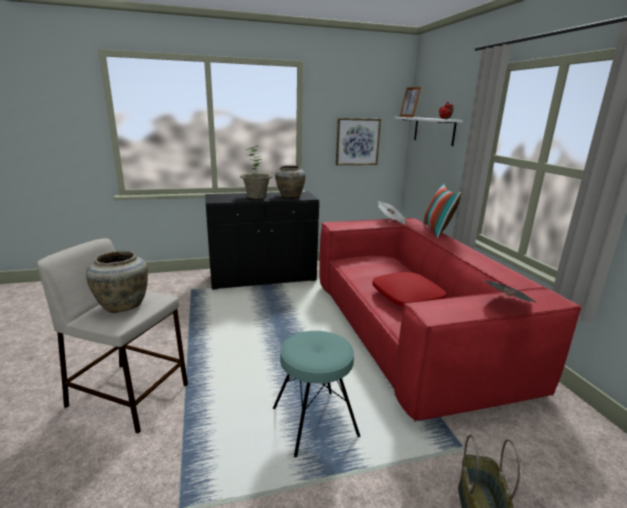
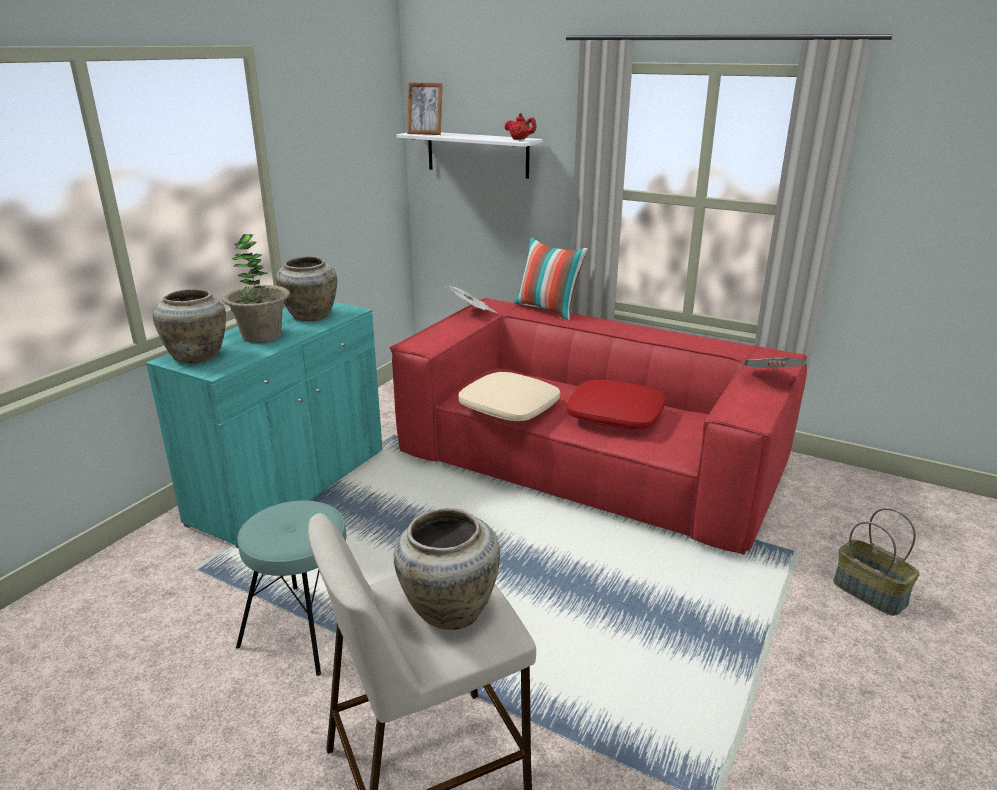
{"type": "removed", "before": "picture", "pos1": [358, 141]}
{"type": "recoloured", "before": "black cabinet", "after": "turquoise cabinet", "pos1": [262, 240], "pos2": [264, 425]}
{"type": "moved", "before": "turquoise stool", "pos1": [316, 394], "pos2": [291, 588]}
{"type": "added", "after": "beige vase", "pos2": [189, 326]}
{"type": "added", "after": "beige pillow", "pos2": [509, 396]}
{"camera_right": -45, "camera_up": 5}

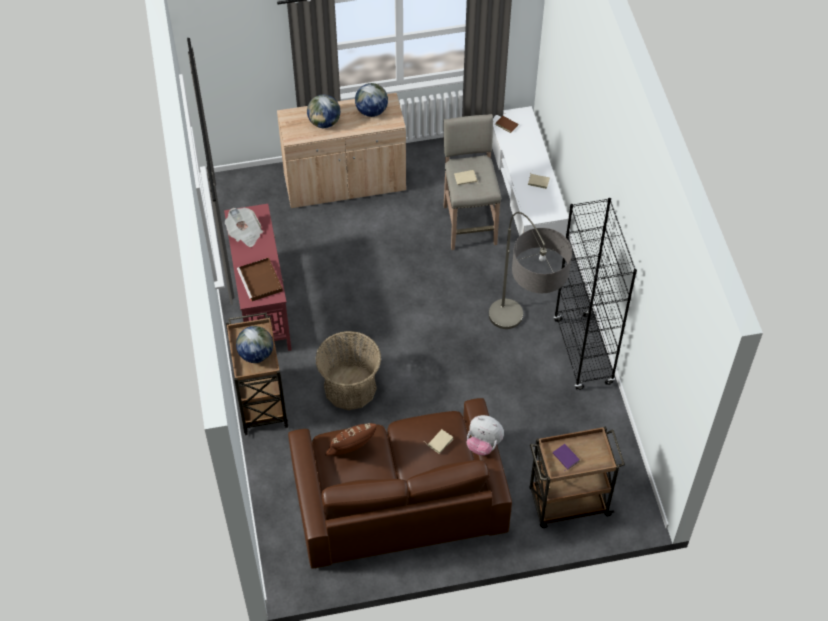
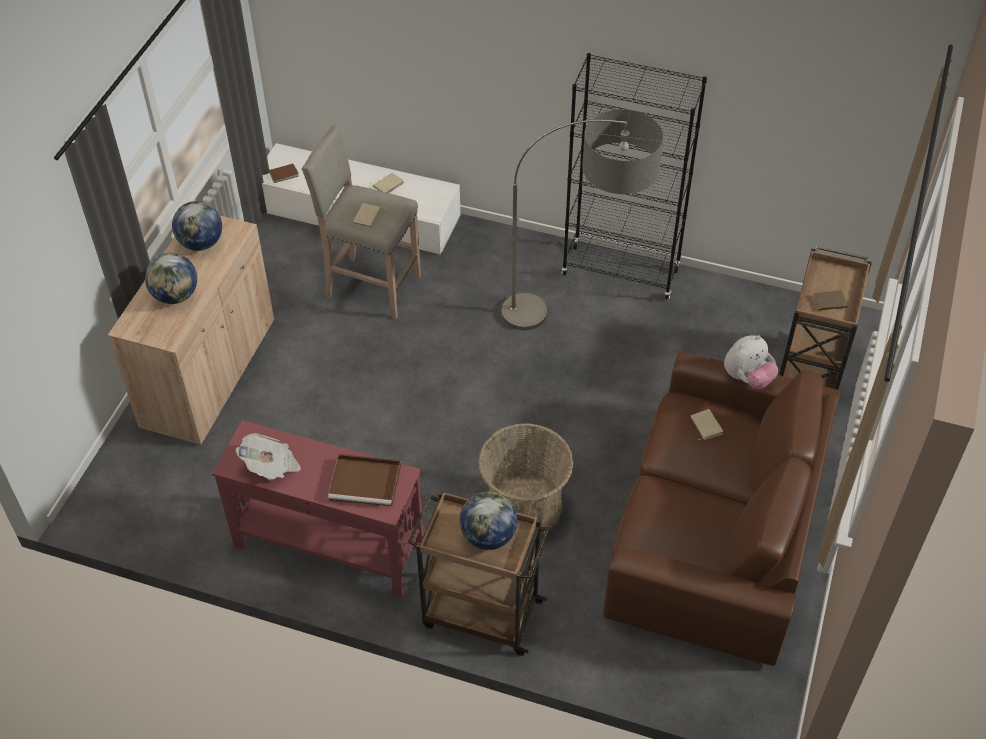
{"type": "removed", "before": "brown pillow", "pos1": [351, 439]}
{"type": "recoloured", "before": "purple book", "after": "brown book", "pos1": [566, 458], "pos2": [831, 300]}
{"camera_right": -60, "camera_up": -5}

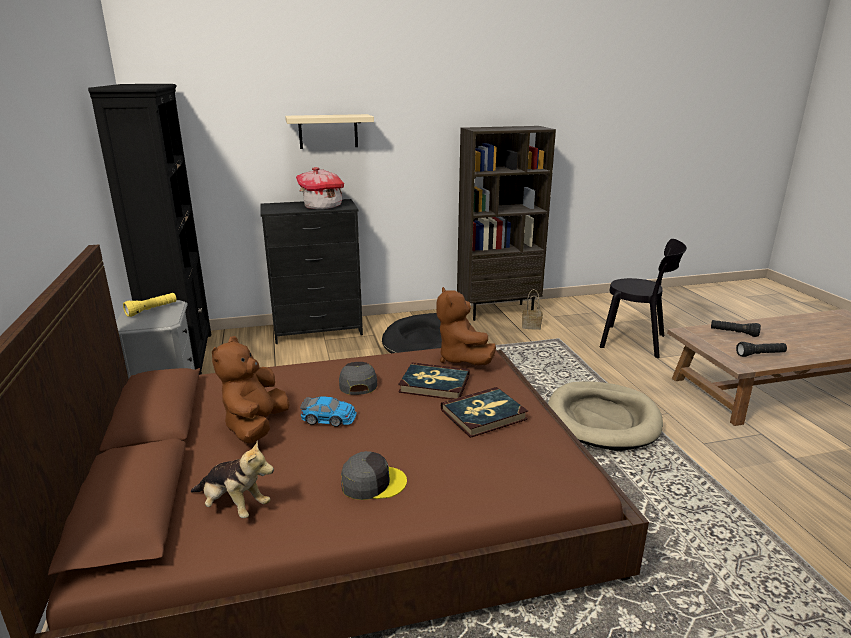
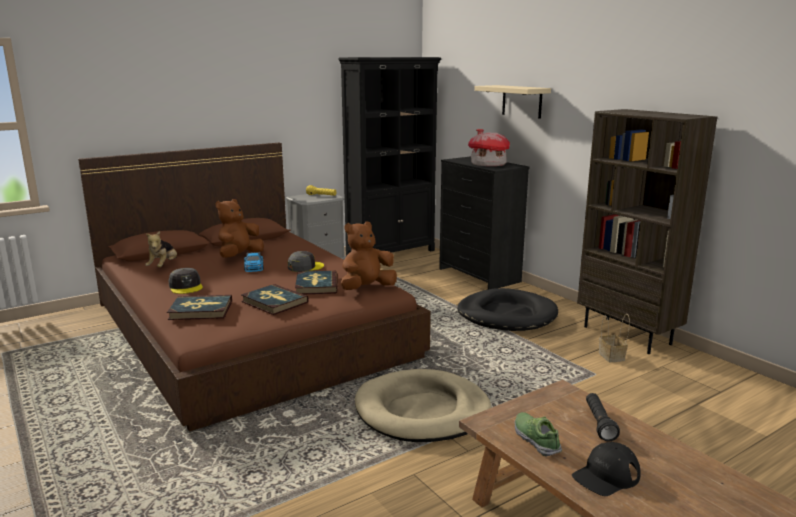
{"type": "removed", "before": "black chair", "pos1": [643, 298]}
{"type": "turned", "before": "brown plush toy", "pos1": [251, 389], "pos2": [240, 228], "turn": -45}
{"type": "replaced", "before": "black flashlight", "after": "shoe", "pos1": [761, 349], "pos2": [538, 434]}
{"type": "added", "after": "book", "pos2": [199, 307]}
{"type": "added", "after": "black cap", "pos2": [606, 469]}
{"camera_right": 70, "camera_up": -5}

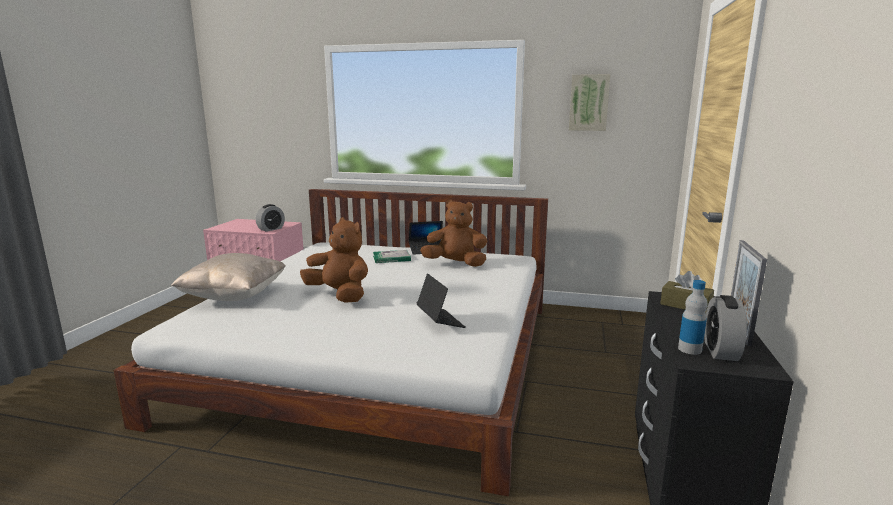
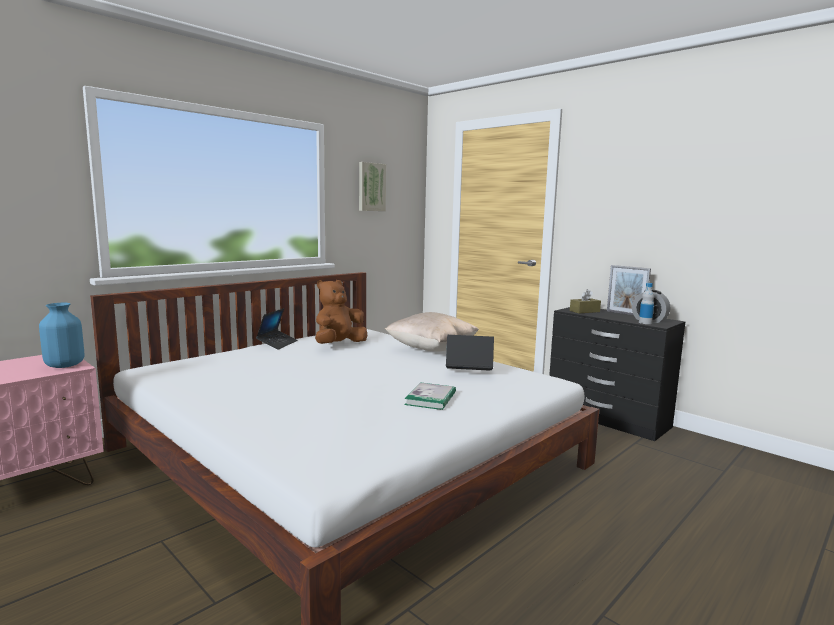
{"type": "replaced", "before": "alarm clock", "after": "blue vase", "pos1": [270, 218], "pos2": [61, 335]}
{"type": "removed", "before": "brown plush toy", "pos1": [334, 260]}
{"type": "moved", "before": "book", "pos1": [392, 256], "pos2": [430, 396]}
{"type": "moved", "before": "beige pillow", "pos1": [228, 277], "pos2": [432, 332]}
{"camera_right": -60, "camera_up": -5}

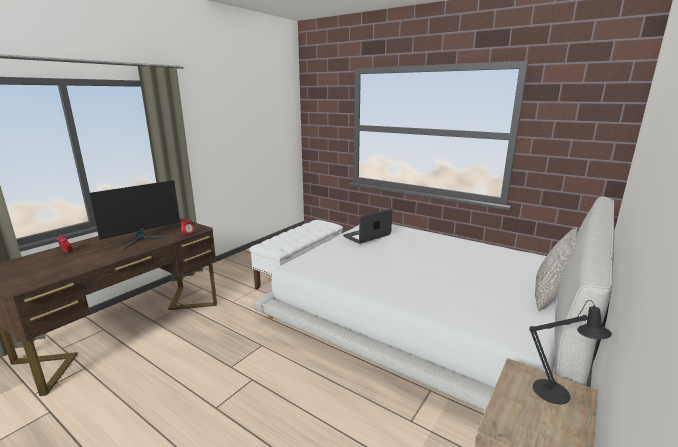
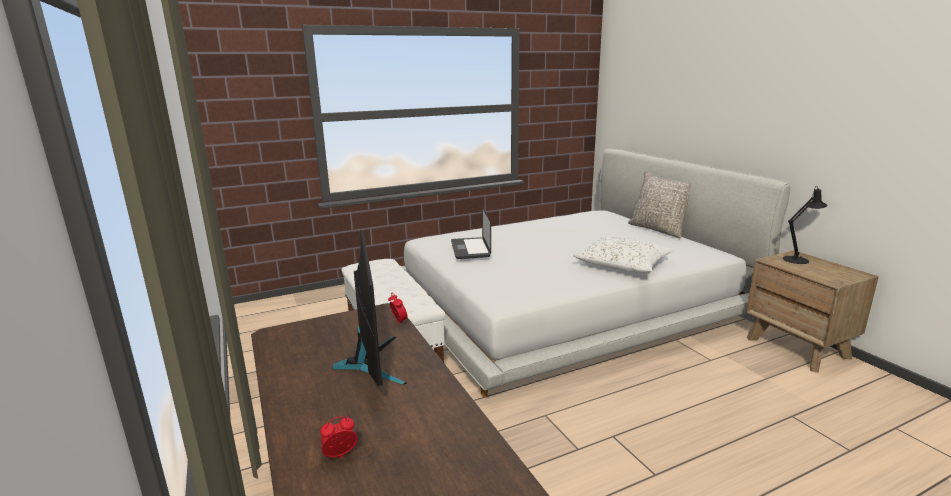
{"type": "added", "after": "white pillow", "pos2": [623, 254]}
{"camera_right": -60, "camera_up": 0}

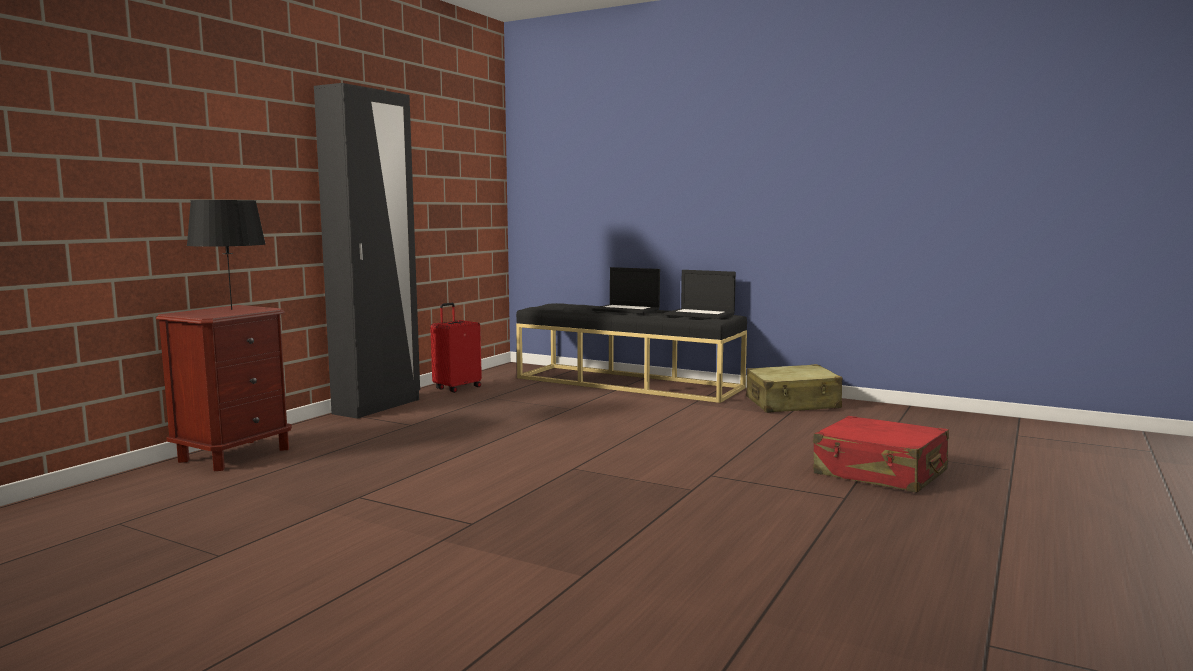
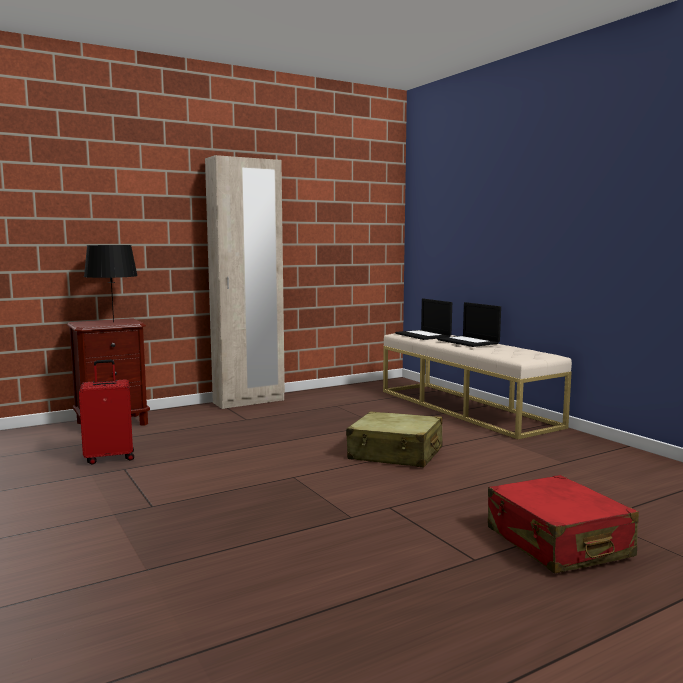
{"type": "recoloured", "before": "black wardrobe", "after": "beige wardrobe", "pos1": [367, 251], "pos2": [245, 282]}
{"type": "moved", "before": "laptop", "pos1": [700, 294], "pos2": [423, 319]}
{"type": "moved", "before": "red suitcase", "pos1": [456, 348], "pos2": [106, 412]}
{"type": "recoloured", "before": "black bench", "after": "beige bench", "pos1": [631, 353], "pos2": [477, 386]}
{"type": "moved", "before": "beige suitcase", "pos1": [794, 388], "pos2": [394, 439]}
{"camera_right": 30, "camera_up": 0}

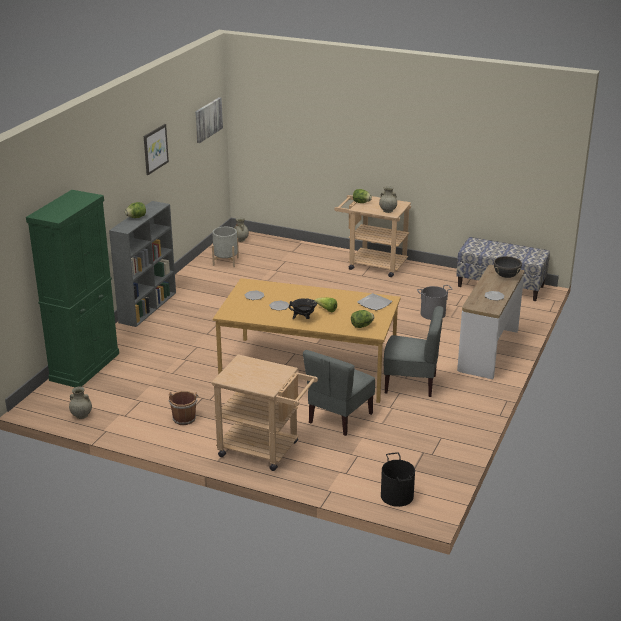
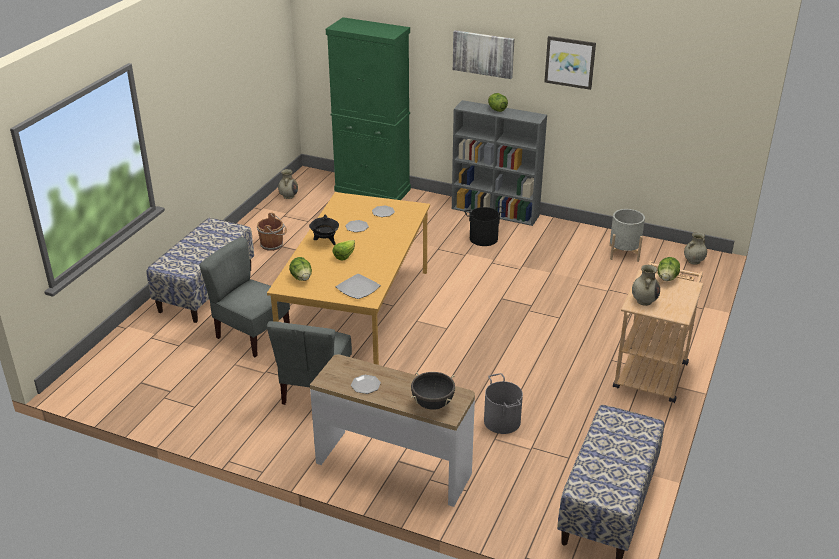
{"type": "moved", "before": "picture", "pos1": [209, 120], "pos2": [484, 54]}
{"type": "replaced", "before": "beige cart", "after": "bench", "pos1": [264, 412], "pos2": [200, 270]}
{"type": "moved", "before": "black bucket", "pos1": [398, 479], "pos2": [484, 226]}
{"camera_right": 90, "camera_up": 5}

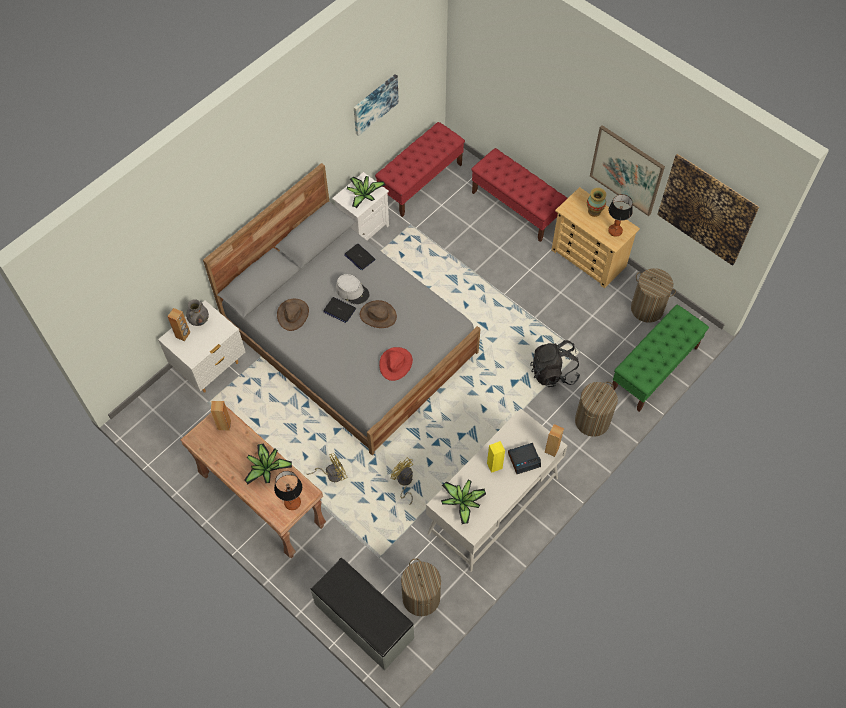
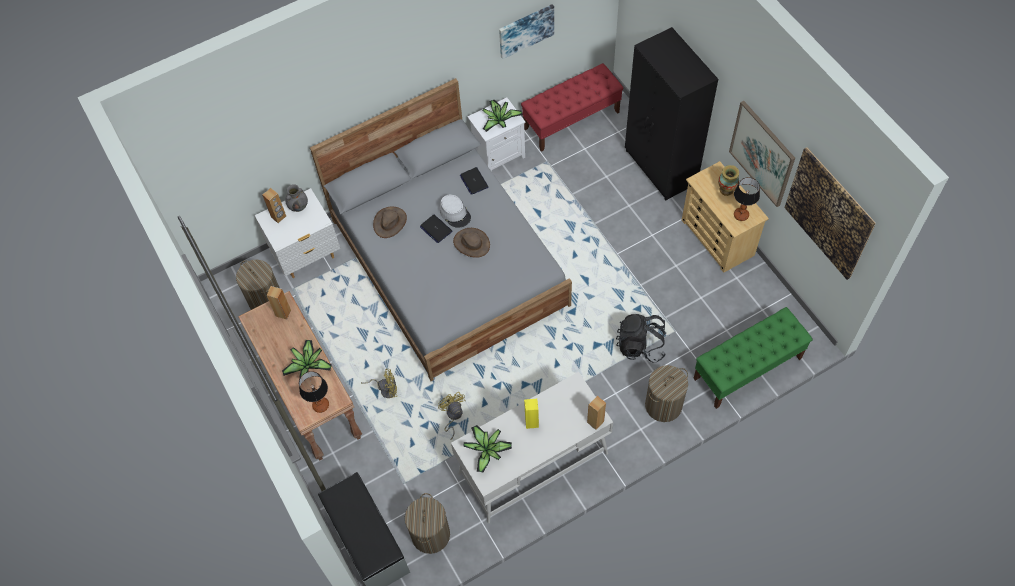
{"type": "replaced", "before": "red bench", "after": "black wardrobe", "pos1": [519, 195], "pos2": [671, 113]}
{"type": "moved", "before": "laundry basket", "pos1": [653, 295], "pos2": [258, 285]}
{"type": "removed", "before": "red hat", "pos1": [396, 364]}
{"type": "removed", "before": "alarm clock", "pos1": [524, 458]}
{"camera_right": 20, "camera_up": 0}

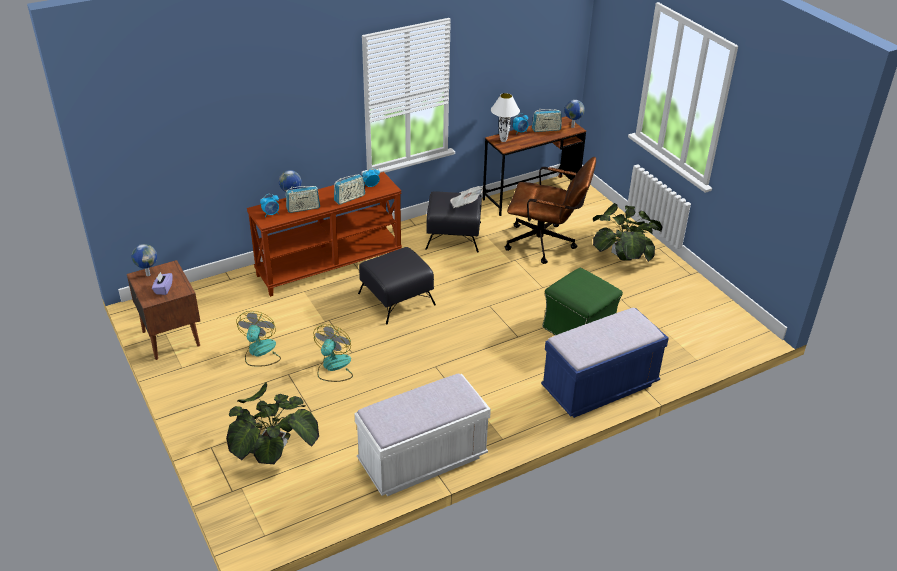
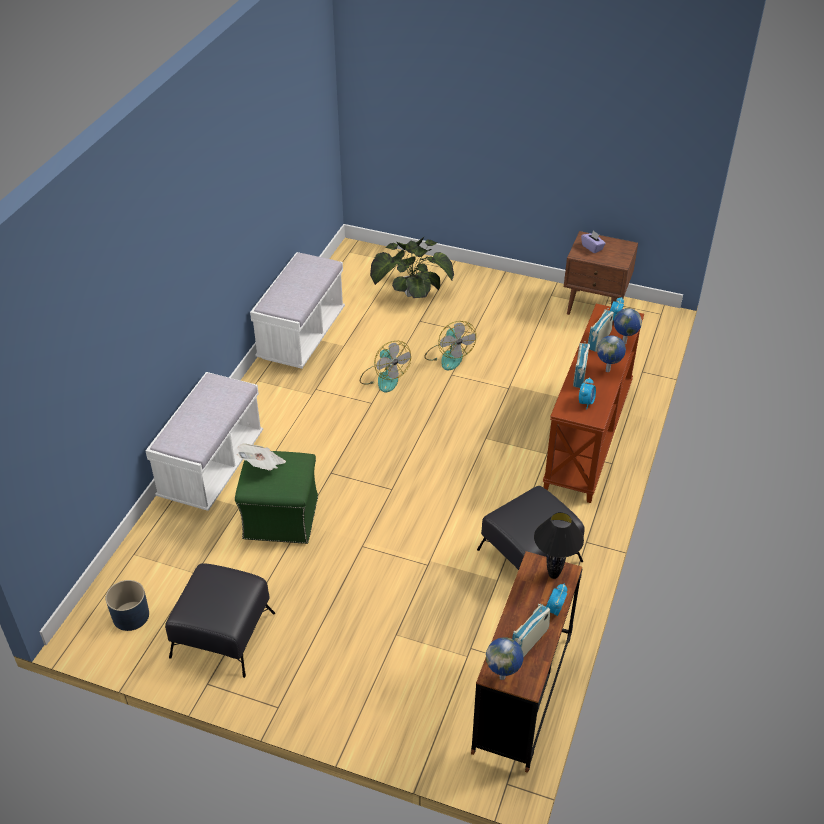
{"type": "recoloured", "before": "white table lamp", "after": "black table lamp", "pos1": [505, 117], "pos2": [559, 545]}
{"type": "removed", "before": "brown office chair", "pos1": [550, 210]}
{"type": "moved", "before": "newspaper", "pos1": [466, 197], "pos2": [261, 457]}
{"type": "removed", "before": "potted plant", "pos1": [628, 232]}
{"type": "moved", "before": "globe", "pos1": [144, 260], "pos2": [611, 353]}
{"type": "moved", "before": "black ottoman", "pos1": [397, 285], "pos2": [220, 620]}
{"type": "recoloured", "before": "blue bench", "after": "white bench", "pos1": [605, 363], "pos2": [204, 441]}
{"type": "moved", "before": "fan", "pos1": [258, 339], "pos2": [385, 367]}
{"type": "added", "after": "blue planter", "pos2": [127, 605]}
{"camera_right": 140, "camera_up": 5}

